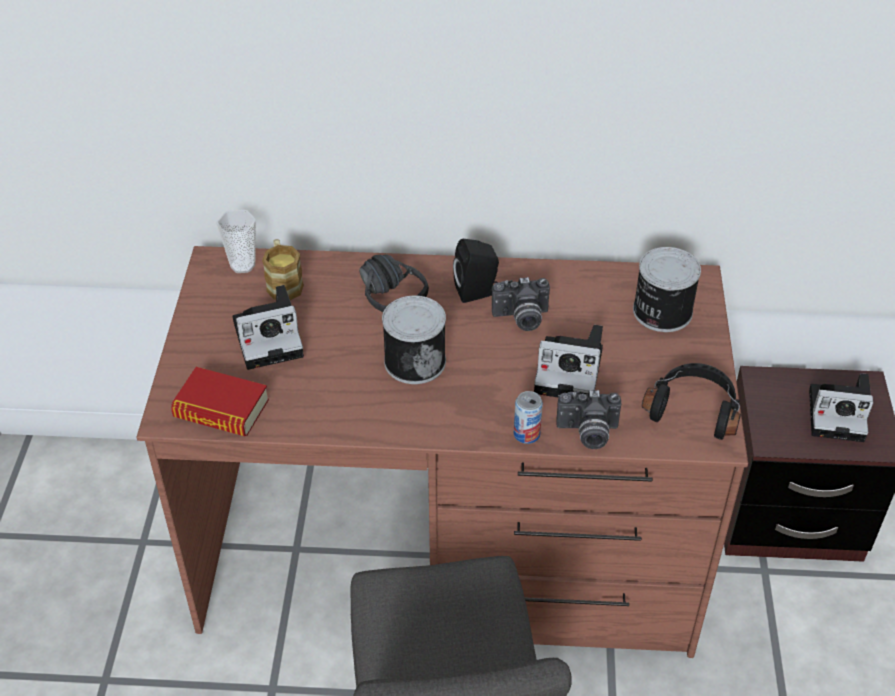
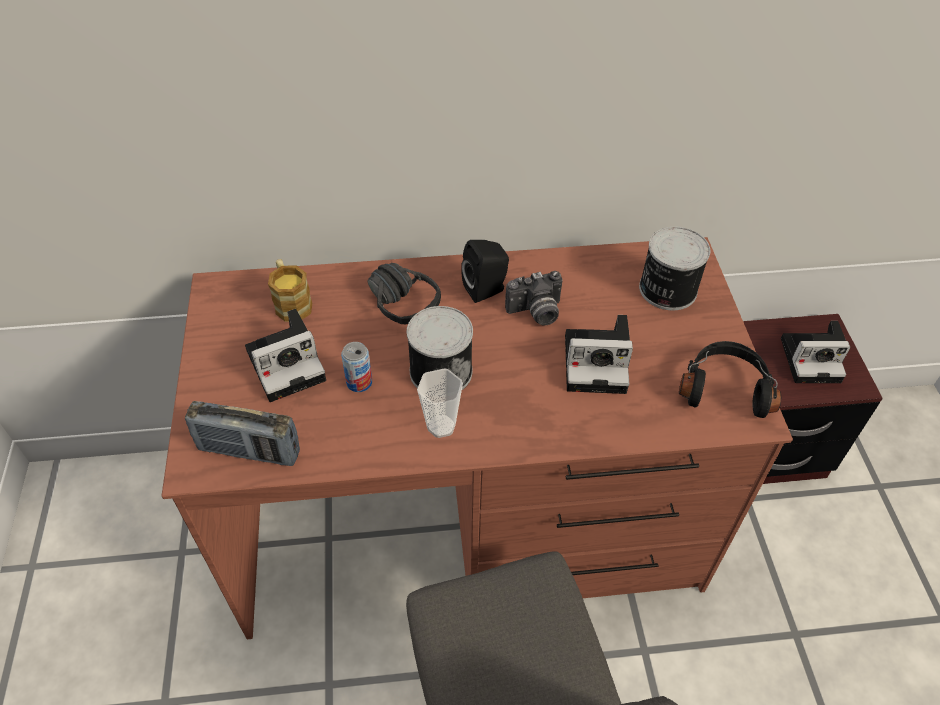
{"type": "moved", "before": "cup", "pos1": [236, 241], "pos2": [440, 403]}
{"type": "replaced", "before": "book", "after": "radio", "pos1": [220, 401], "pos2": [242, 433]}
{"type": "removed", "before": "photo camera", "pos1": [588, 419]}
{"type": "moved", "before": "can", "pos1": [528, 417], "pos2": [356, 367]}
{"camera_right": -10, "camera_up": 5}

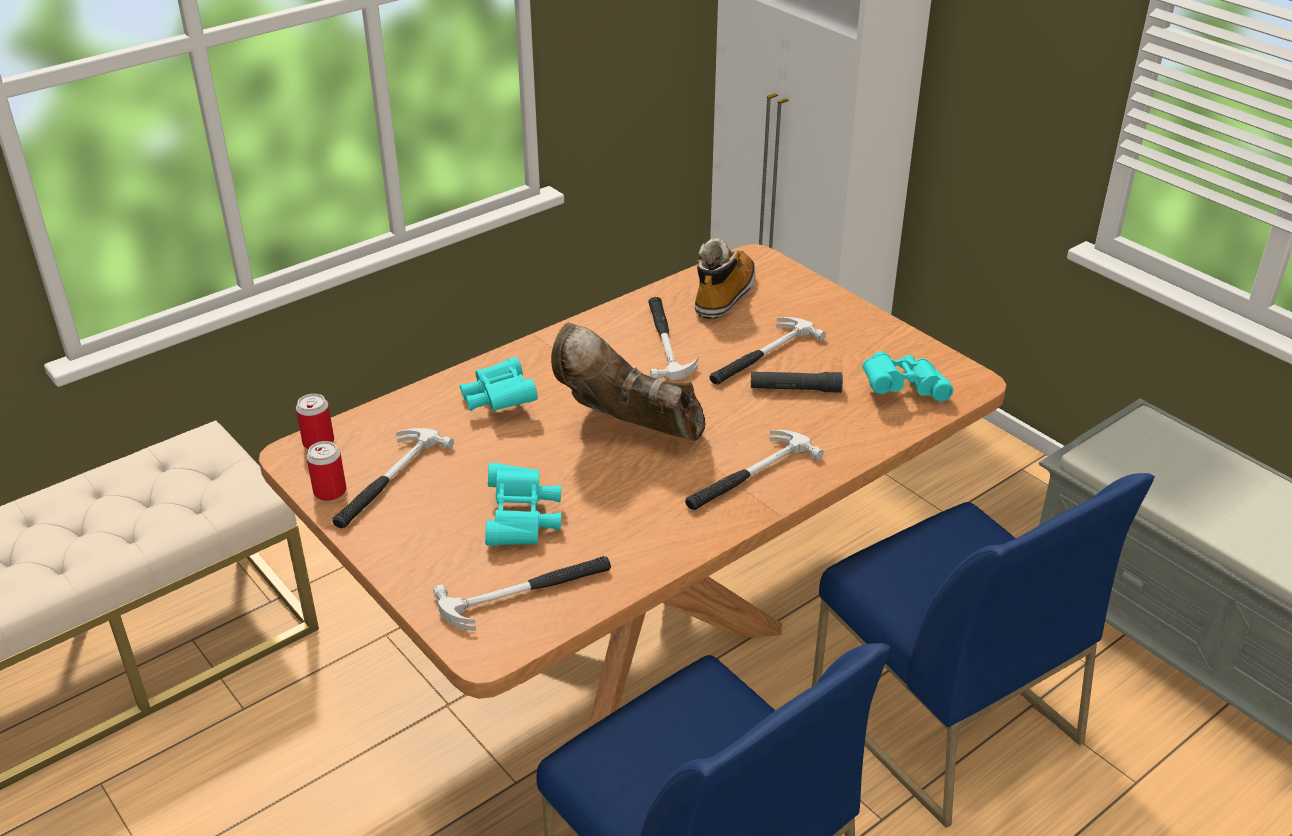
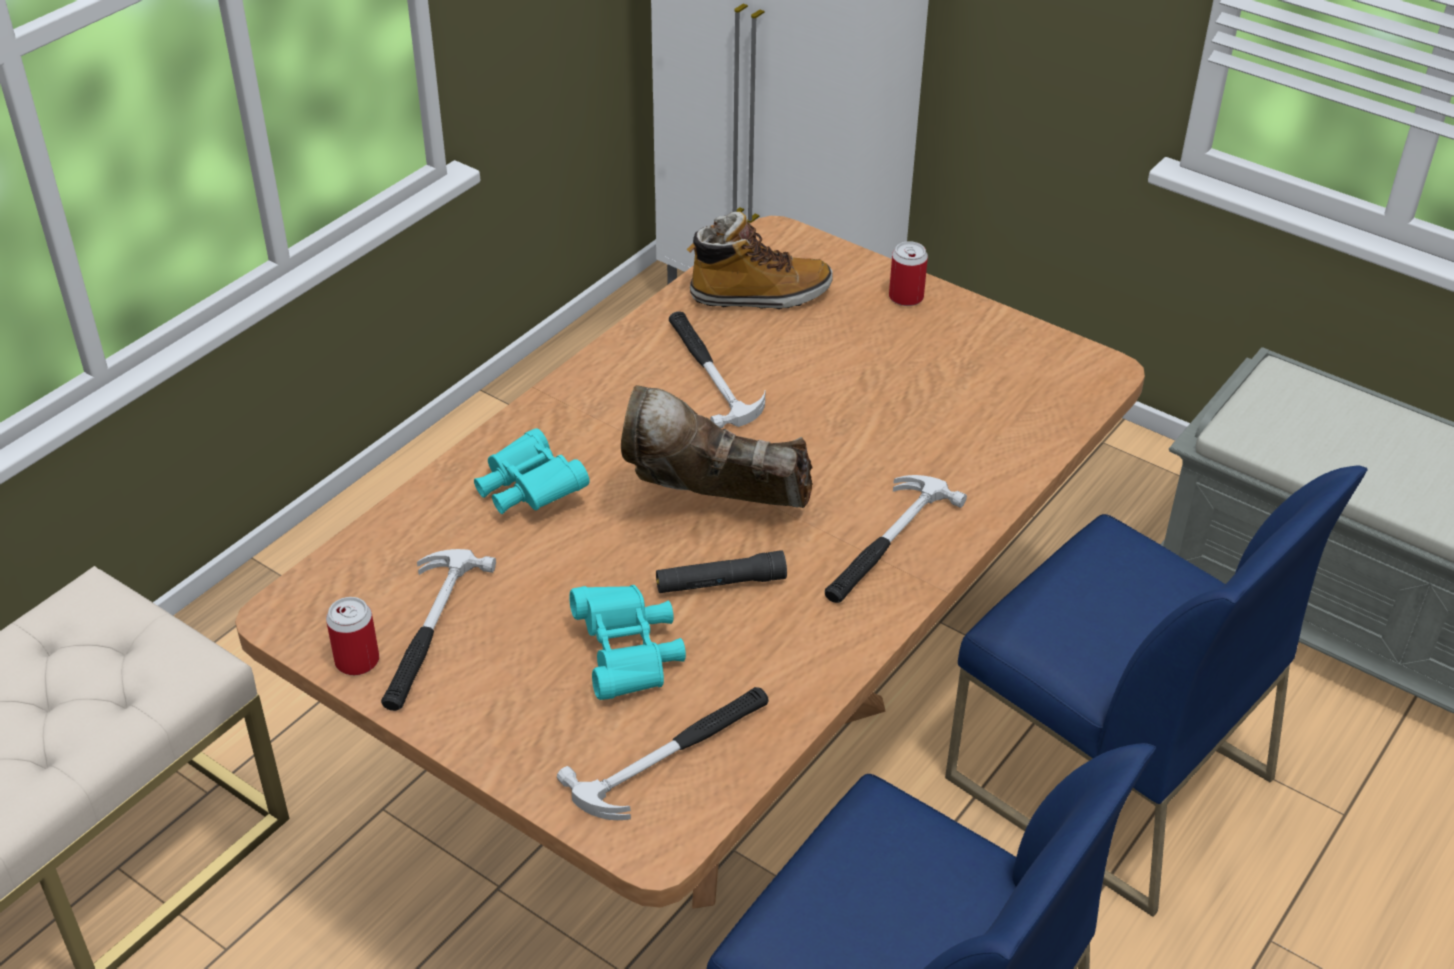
{"type": "turned", "before": "boot", "pos1": [725, 278], "pos2": [760, 260], "turn": 75}
{"type": "removed", "before": "hammer", "pos1": [767, 351]}
{"type": "removed", "before": "turquoise binoculars", "pos1": [907, 376]}
{"type": "moved", "before": "black flashlight", "pos1": [796, 382], "pos2": [721, 571]}
{"type": "moved", "before": "can", "pos1": [315, 421], "pos2": [908, 273]}
{"camera_right": -15, "camera_up": 5}

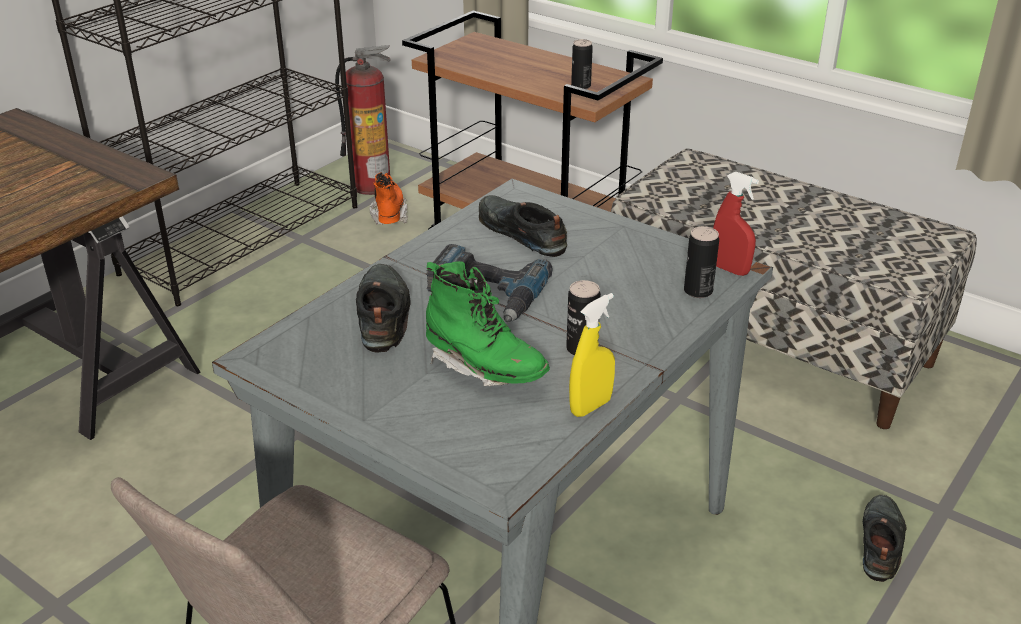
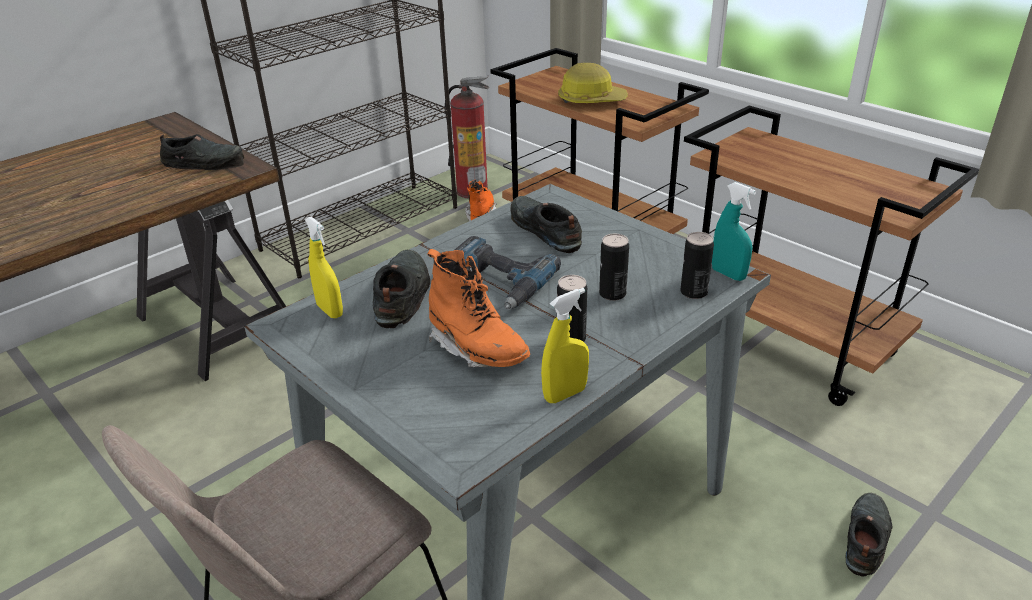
{"type": "moved", "before": "can", "pos1": [582, 64], "pos2": [614, 267]}
{"type": "replaced", "before": "bench", "after": "brown cart", "pos1": [794, 288], "pos2": [831, 256]}
{"type": "recoloured", "before": "red spray bottle", "after": "turquoise spray bottle", "pos1": [736, 224], "pos2": [734, 231]}
{"type": "recoloured", "before": "green boot", "after": "orange boot", "pos1": [488, 323], "pos2": [478, 308]}
{"type": "added", "after": "hard hat", "pos2": [593, 83]}
{"type": "added", "after": "black shoe", "pos2": [202, 152]}
{"type": "added", "after": "yellow spray bottle", "pos2": [324, 267]}
{"camera_right": 10, "camera_up": 0}

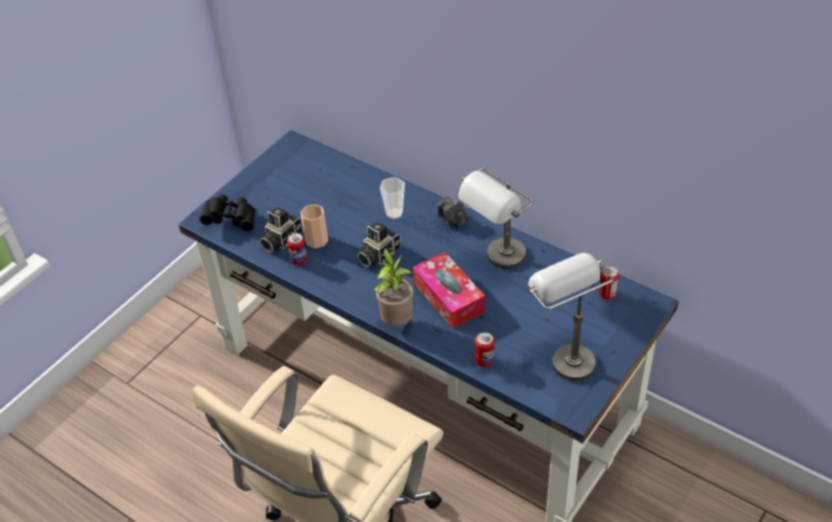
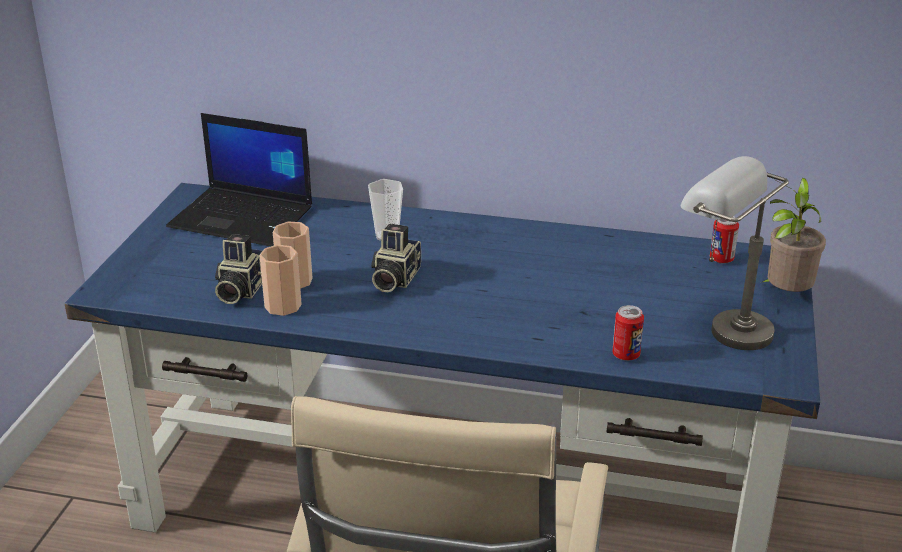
{"type": "removed", "before": "grey table lamp", "pos1": [496, 218]}
{"type": "removed", "before": "black binoculars", "pos1": [227, 212]}
{"type": "removed", "before": "photo camera", "pos1": [452, 212]}
{"type": "replaced", "before": "can", "after": "cup", "pos1": [297, 249], "pos2": [280, 280]}
{"type": "moved", "before": "potted plant", "pos1": [394, 288], "pos2": [794, 235]}
{"type": "removed", "before": "tissue box", "pos1": [449, 290]}
{"type": "added", "after": "laptop", "pos2": [239, 179]}
{"camera_right": -25, "camera_up": -15}

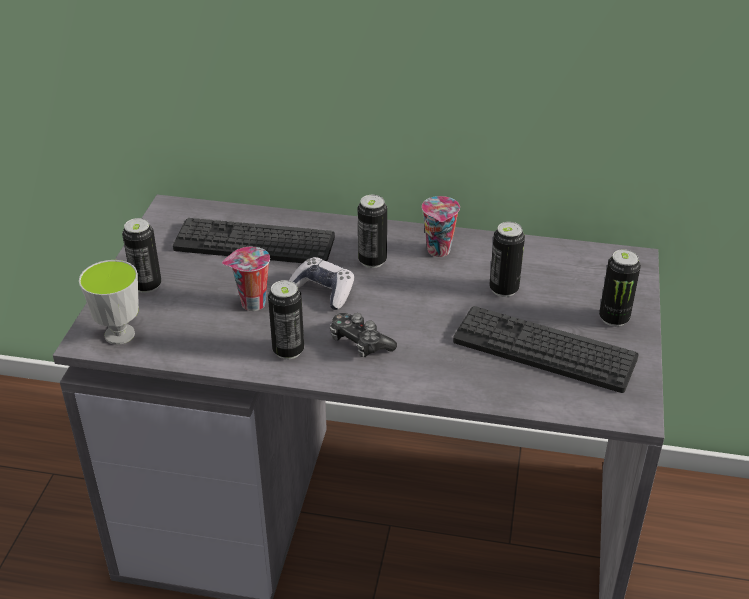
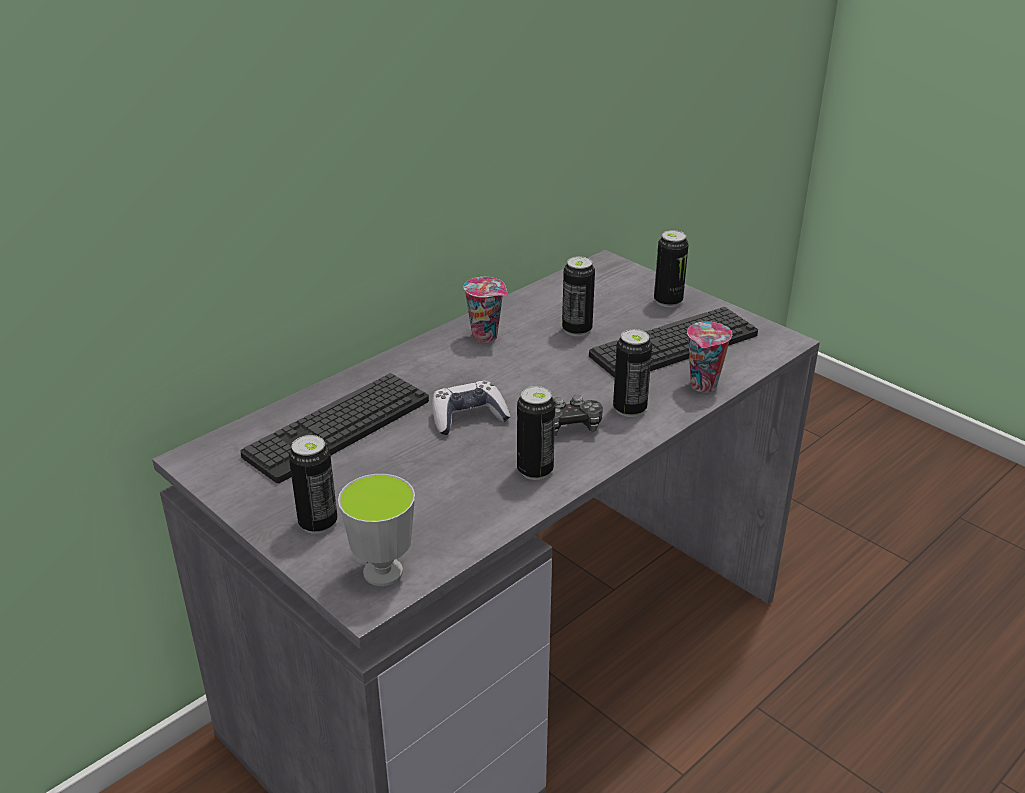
{"type": "moved", "before": "can", "pos1": [372, 231], "pos2": [632, 373]}
{"type": "moved", "before": "cup", "pos1": [246, 279], "pos2": [709, 357]}
{"camera_right": -55, "camera_up": -5}

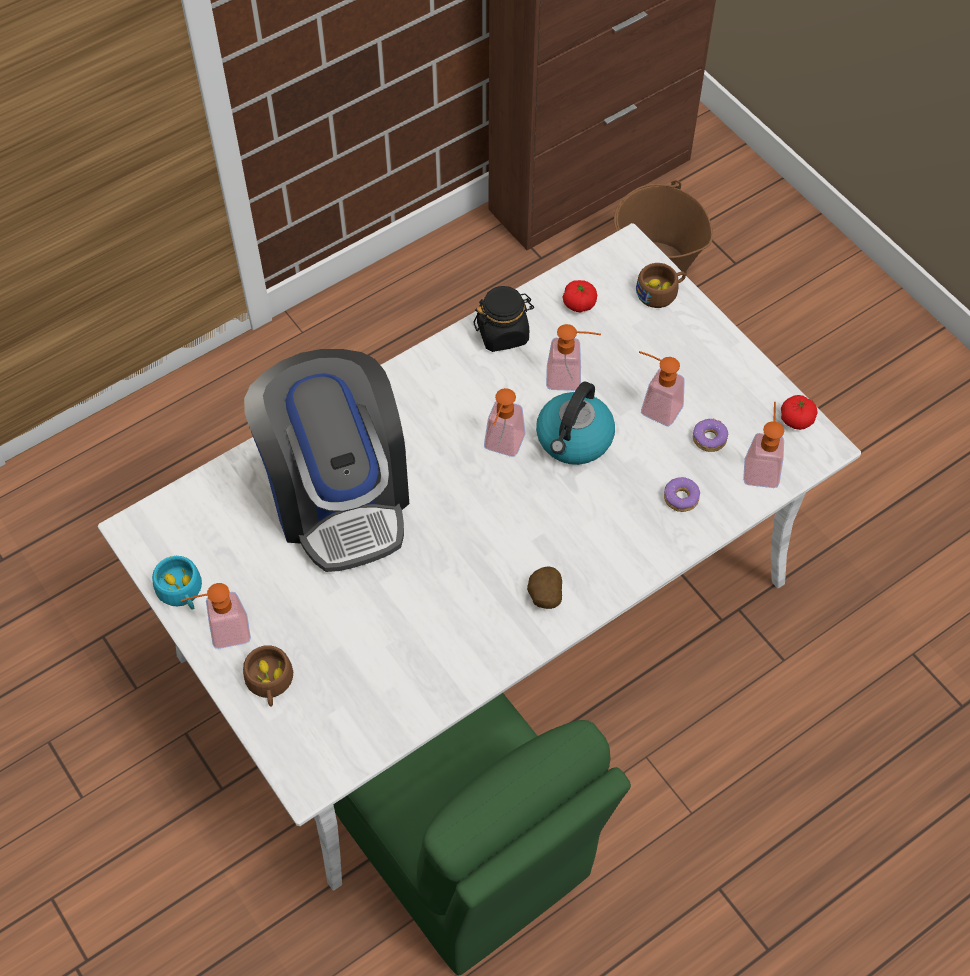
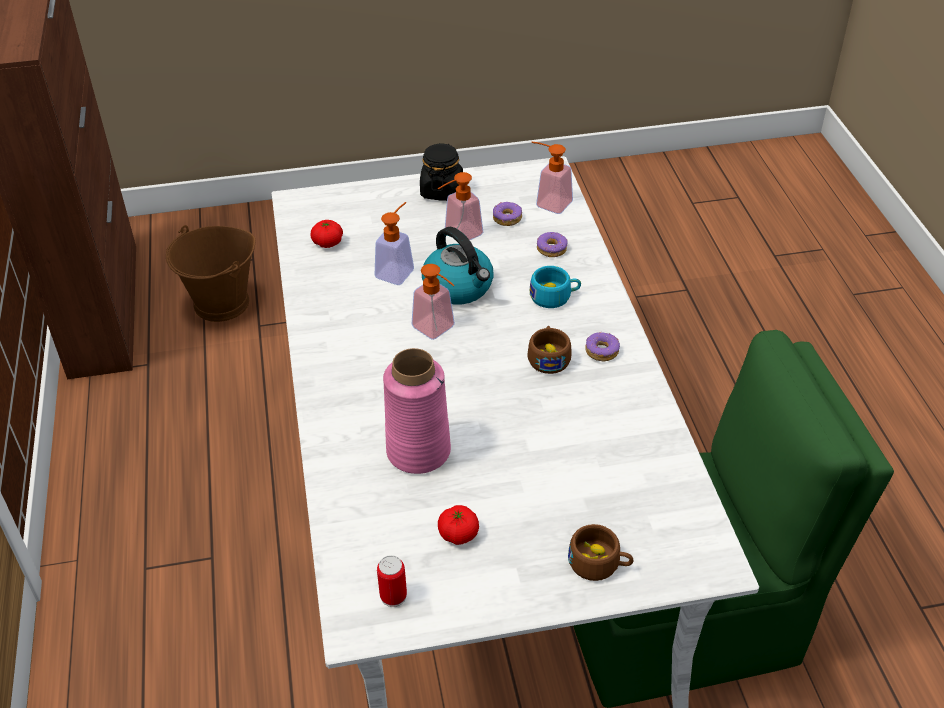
{"type": "moved", "before": "brown cup", "pos1": [661, 285], "pos2": [549, 350]}
{"type": "moved", "before": "black jar", "pos1": [503, 319], "pos2": [441, 172]}
{"type": "replaced", "before": "coffee machine", "after": "pink vase", "pos1": [326, 460], "pos2": [417, 411]}
{"type": "moved", "before": "tomato", "pos1": [799, 412], "pos2": [458, 525]}
{"type": "moved", "before": "turquoise cup", "pos1": [177, 583], "pos2": [555, 287]}
{"type": "replaced", "before": "potato", "after": "donut", "pos1": [544, 587], "pos2": [602, 347]}
{"type": "removed", "before": "soap dispenser", "pos1": [216, 616]}
{"type": "added", "after": "can", "pos2": [392, 581]}
{"camera_right": -65, "camera_up": -15}

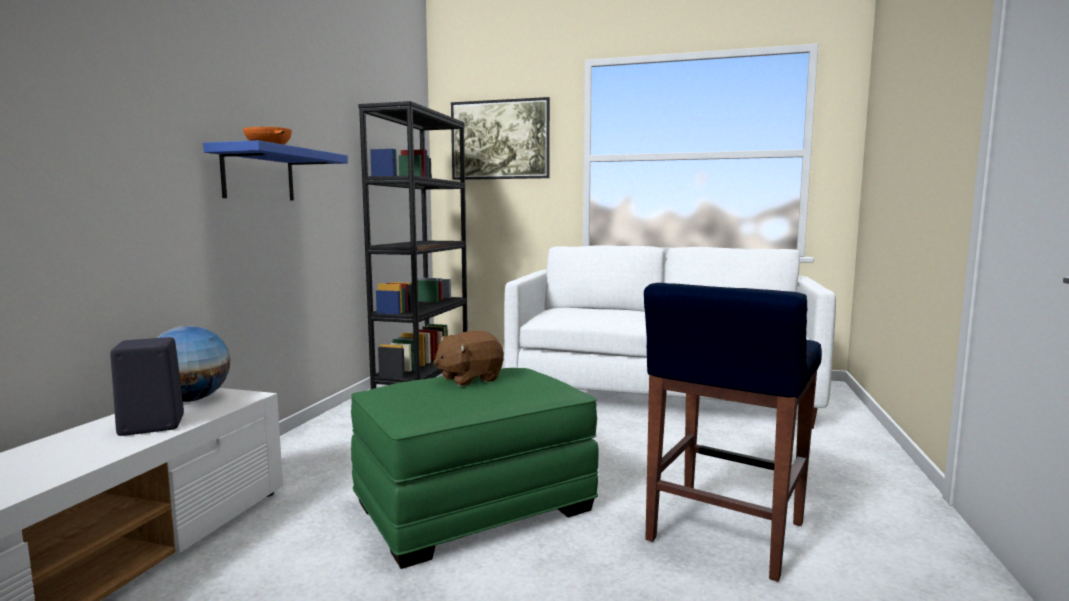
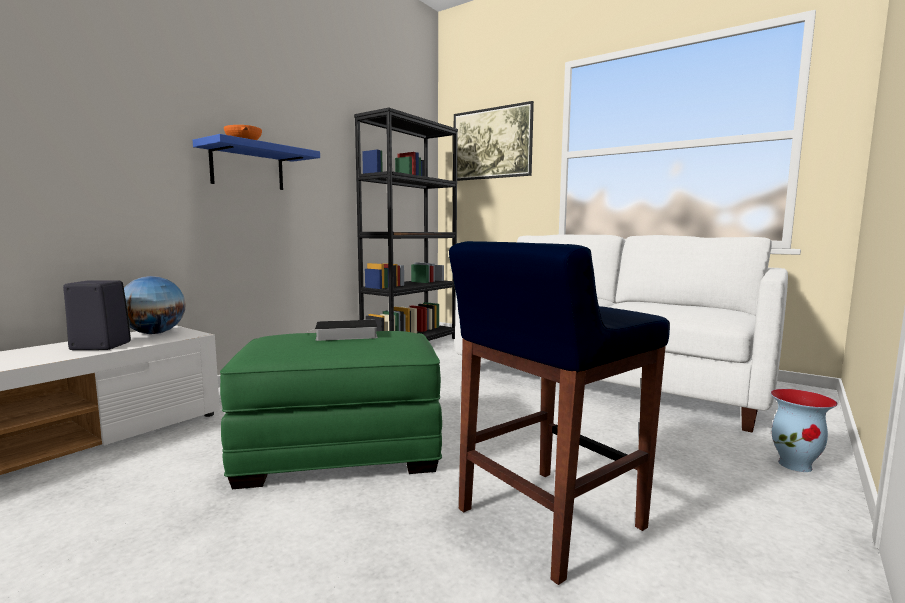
{"type": "replaced", "before": "brown plush toy", "after": "book", "pos1": [468, 358], "pos2": [344, 330]}
{"type": "added", "after": "vase", "pos2": [804, 430]}
{"camera_right": 20, "camera_up": 0}

